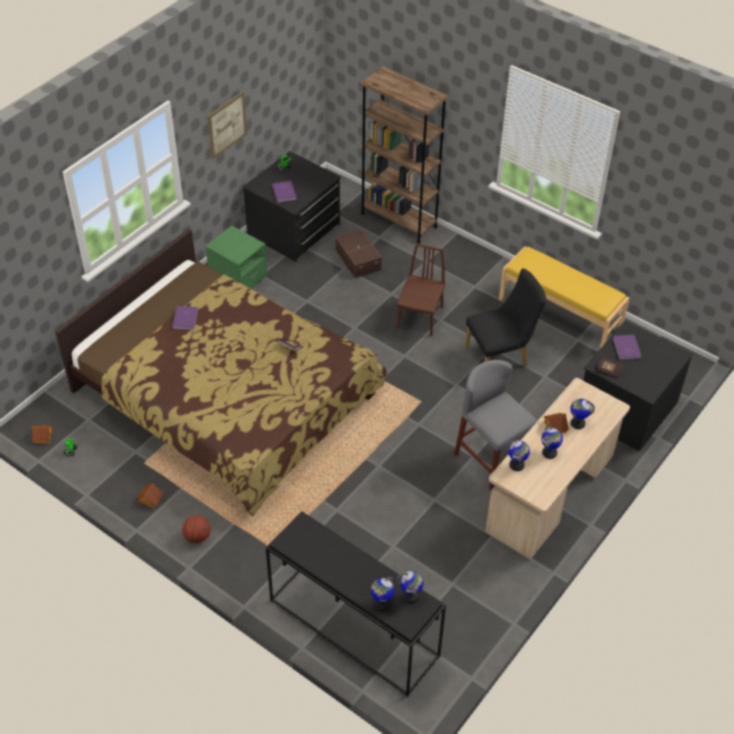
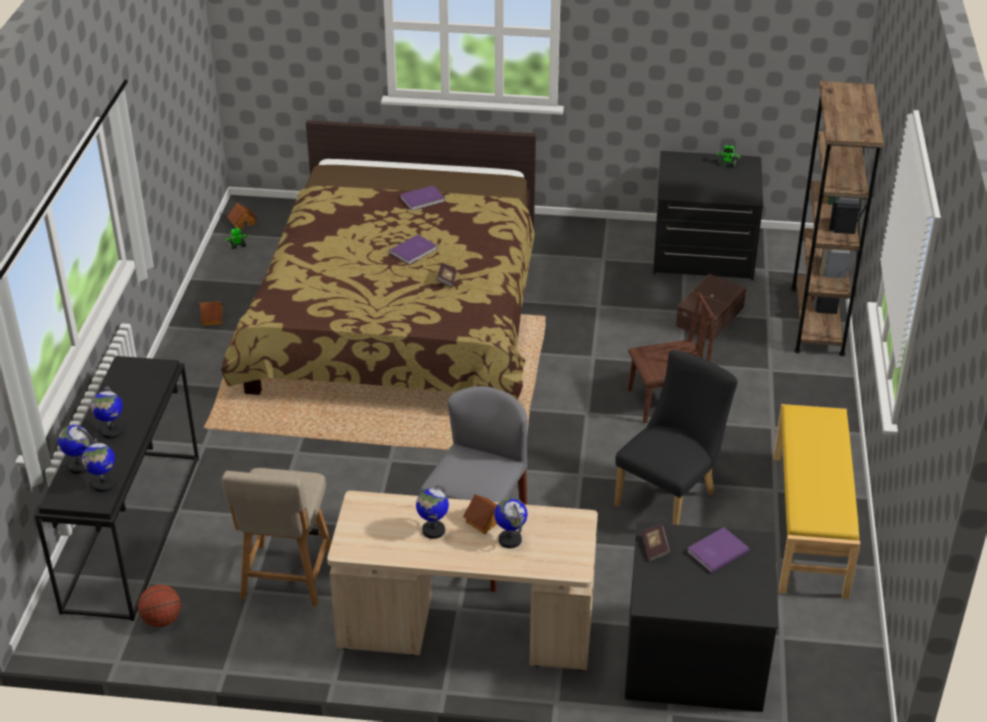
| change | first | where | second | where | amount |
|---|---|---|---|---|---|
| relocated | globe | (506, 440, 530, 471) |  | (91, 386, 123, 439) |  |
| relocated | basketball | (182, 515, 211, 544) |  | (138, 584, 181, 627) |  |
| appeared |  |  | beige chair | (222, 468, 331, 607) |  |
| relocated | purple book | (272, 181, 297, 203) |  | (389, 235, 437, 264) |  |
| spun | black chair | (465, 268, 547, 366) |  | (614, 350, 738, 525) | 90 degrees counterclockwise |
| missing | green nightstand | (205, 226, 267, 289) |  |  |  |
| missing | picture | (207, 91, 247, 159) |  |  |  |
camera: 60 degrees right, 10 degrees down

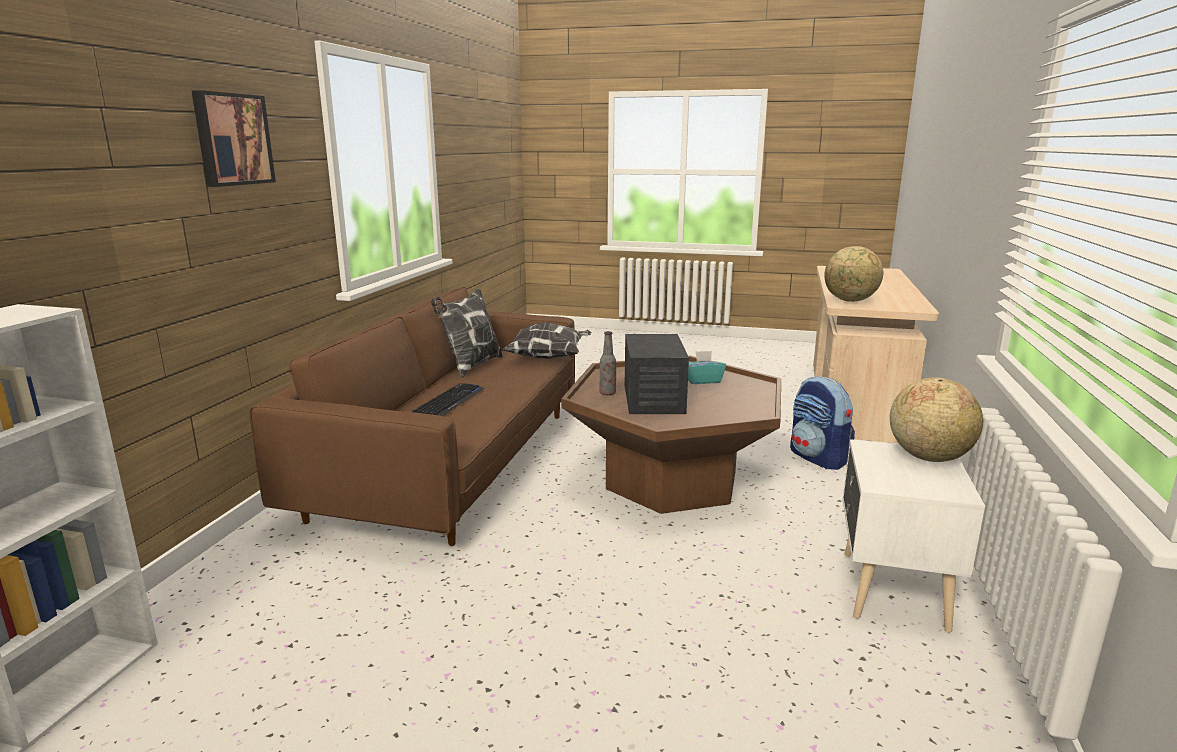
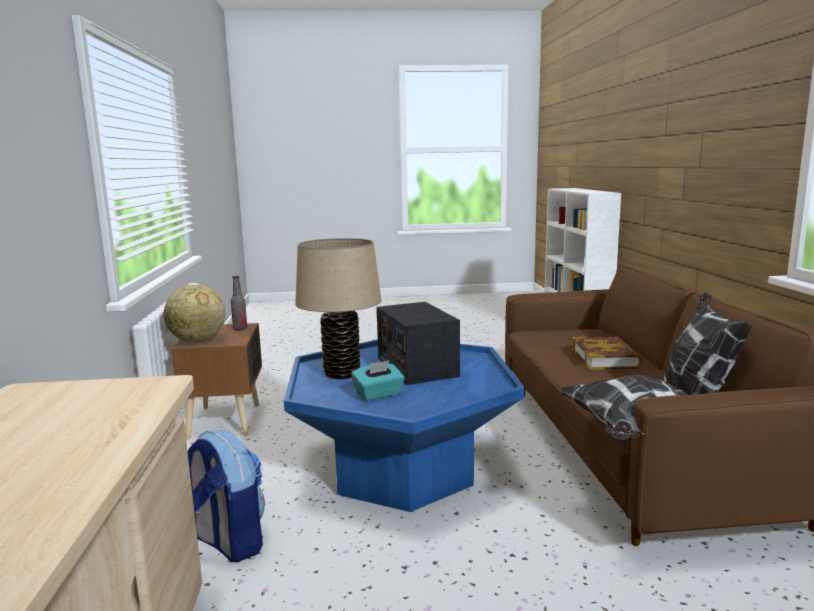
| change | first | where | second | where | amount |
|---|---|---|---|---|---|
| colour | white nightstand | (843, 439, 985, 632) | brown nightstand | (171, 323, 262, 439) |  |
| relocated | bottle | (600, 331, 616, 395) |  | (231, 276, 247, 330) |  |
| colour | brown coffee table | (561, 356, 781, 514) | blue coffee table | (284, 339, 525, 512) |  |
| appeared |  |  | beige table lamp | (295, 238, 381, 379) |  |
| exchanged | keyboard | (412, 383, 484, 416) | book | (572, 337, 643, 370) |  |
| missing | picture | (192, 90, 276, 187) |  |  |  |
| missing | globe | (825, 246, 883, 302) |  |  |  |
camera: 160 degrees right, 5 degrees down

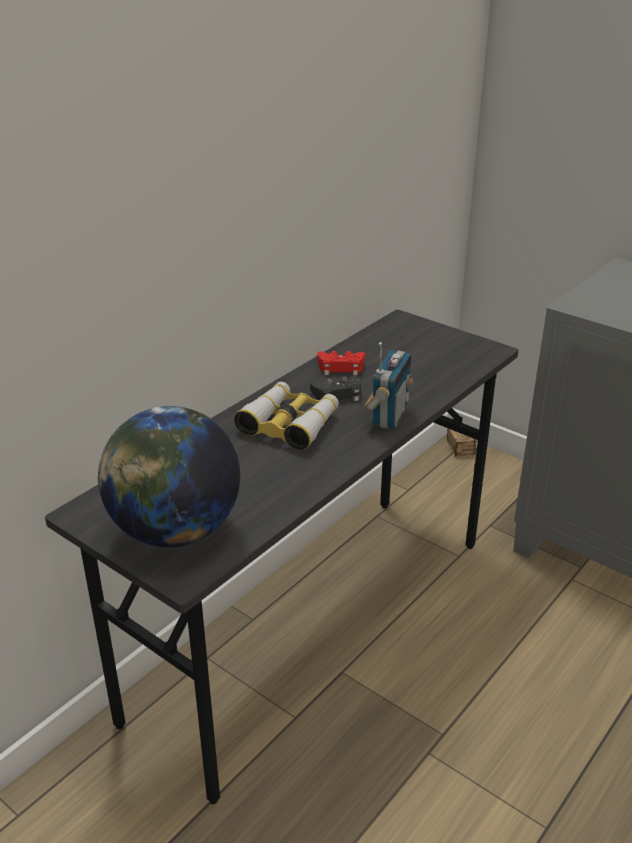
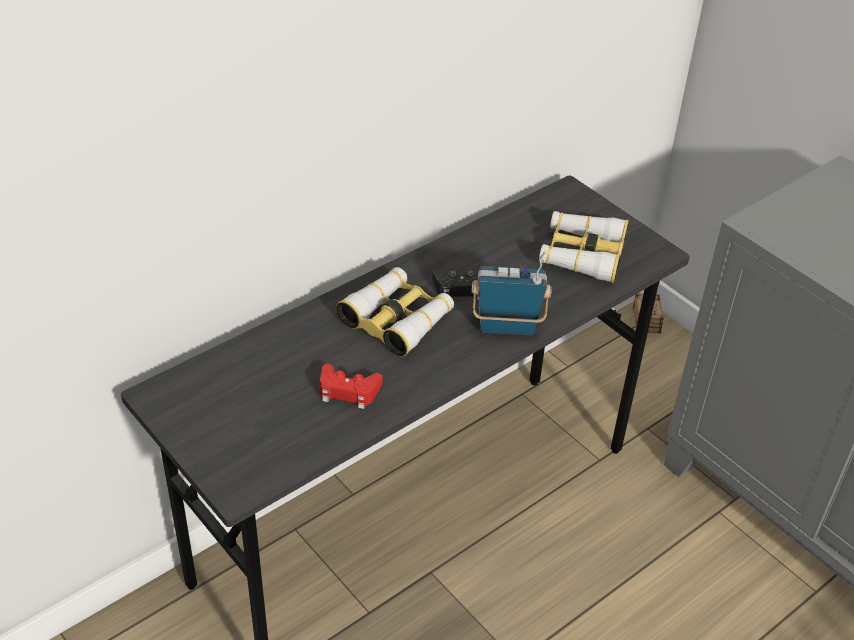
| change | first | where | second | where | amount |
|---|---|---|---|---|---|
| relocated | red game controller | (317, 351, 365, 375) |  | (320, 364, 383, 409) |  |
| spun | radio | (364, 342, 414, 429) |  | (471, 251, 552, 335) | 120 degrees counterclockwise |
| appeared |  |  | binoculars | (539, 211, 629, 283) |  |
| missing | globe | (98, 406, 240, 547) |  |  |  |
camera: 10 degrees right, 10 degrees up

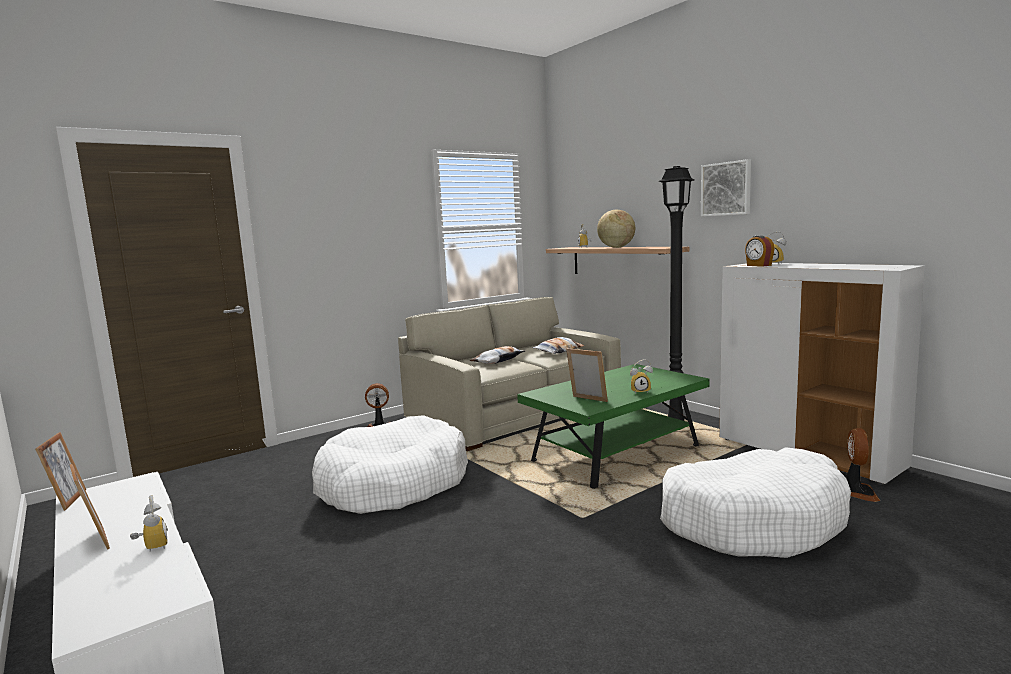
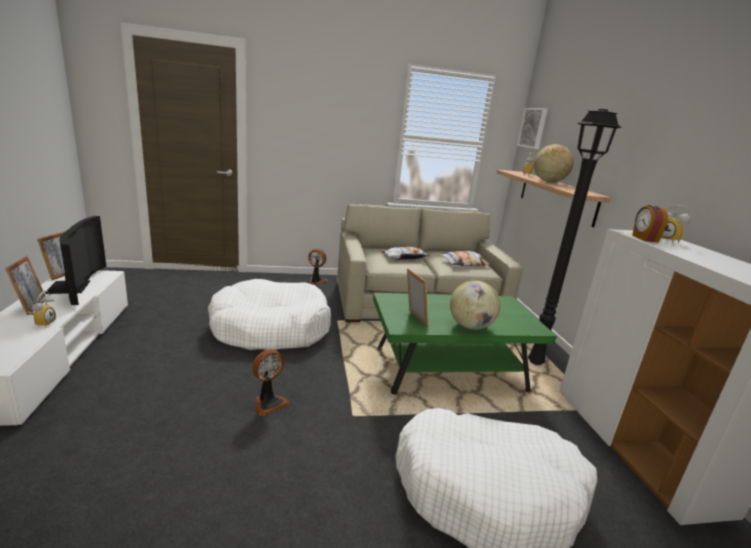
| change | first | where | second | where | amount |
|---|---|---|---|---|---|
| appeared |  |  | television | (45, 216, 106, 305) |  |
| relocated | fan | (846, 428, 880, 502) |  | (252, 349, 289, 416) |  |
| exchanged | alarm clock | (630, 359, 653, 394) | globe | (450, 280, 500, 330) |  |
| relocated | picture | (701, 159, 751, 216) |  | (517, 108, 548, 149) |  |
camera: 25 degrees right, 10 degrees up

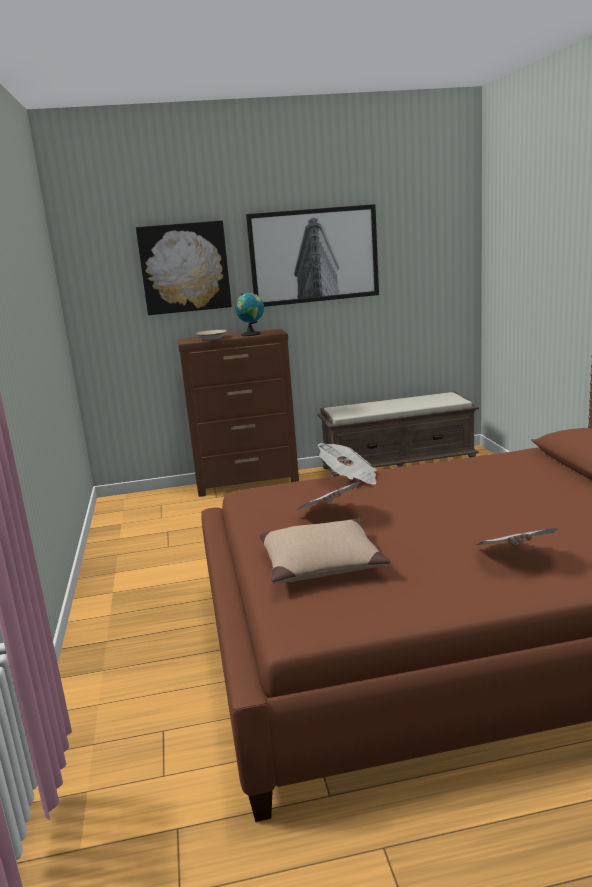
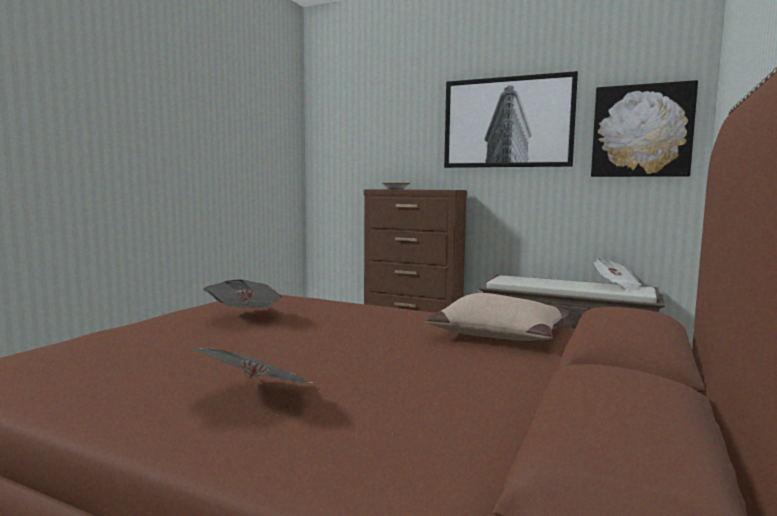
| change | first | where | second | where | amount |
|---|---|---|---|---|---|
| relocated | beige pillow | (260, 519, 391, 584) |  | (425, 293, 570, 341) |  |
| relocated | picture | (136, 220, 232, 315) |  | (591, 80, 698, 177) |  |
| relocated | newspaper | (318, 443, 377, 485) |  | (594, 258, 642, 291) |  |
| missing | globe | (235, 293, 264, 336) |  |  |  |
camera: 35 degrees right, 10 degrees down

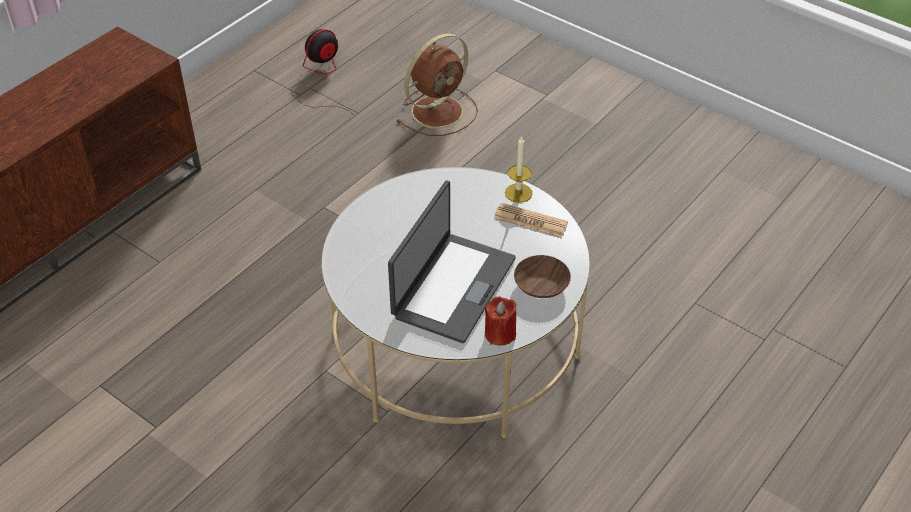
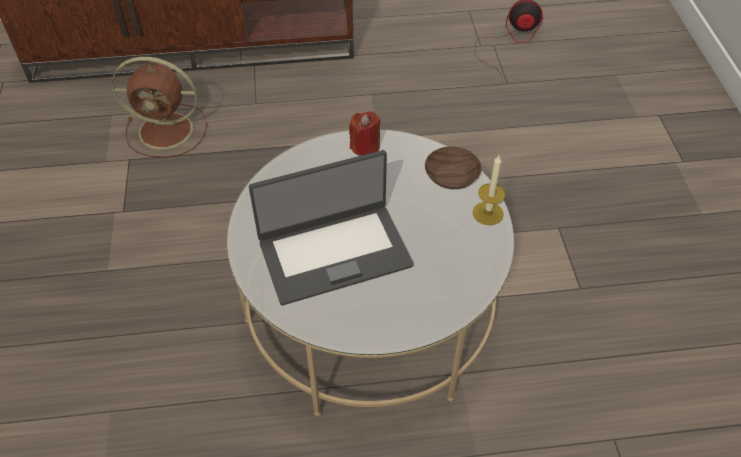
| change | first | where | second | where | amount |
|---|---|---|---|---|---|
| relocated | brown fan | (396, 33, 478, 136) |  | (112, 57, 207, 158) |  |
| relocated | red candle | (485, 297, 516, 345) |  | (349, 111, 381, 156) |  |
| relocated | brown bowl | (514, 255, 571, 298) |  | (425, 146, 481, 189) |  |
| missing | newspaper | (494, 203, 568, 237) |  |  |  |
camera: 45 degrees right, 5 degrees up

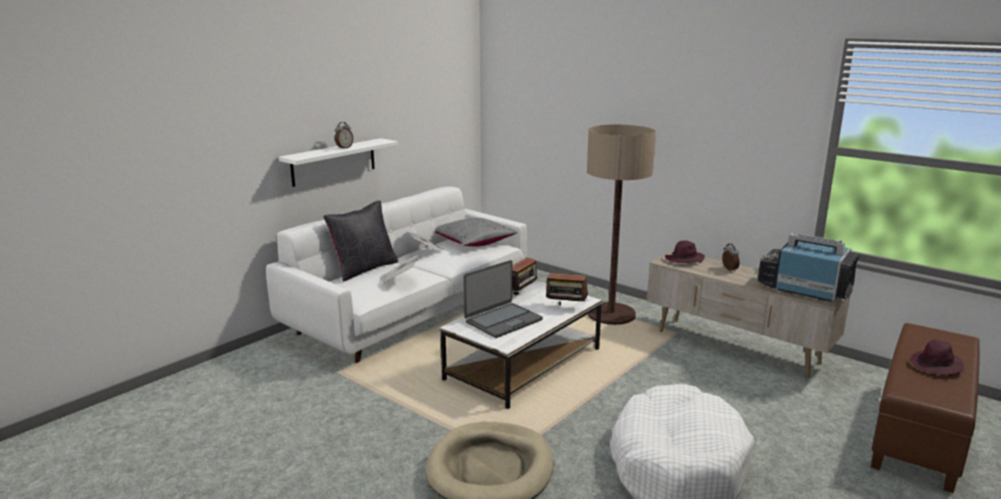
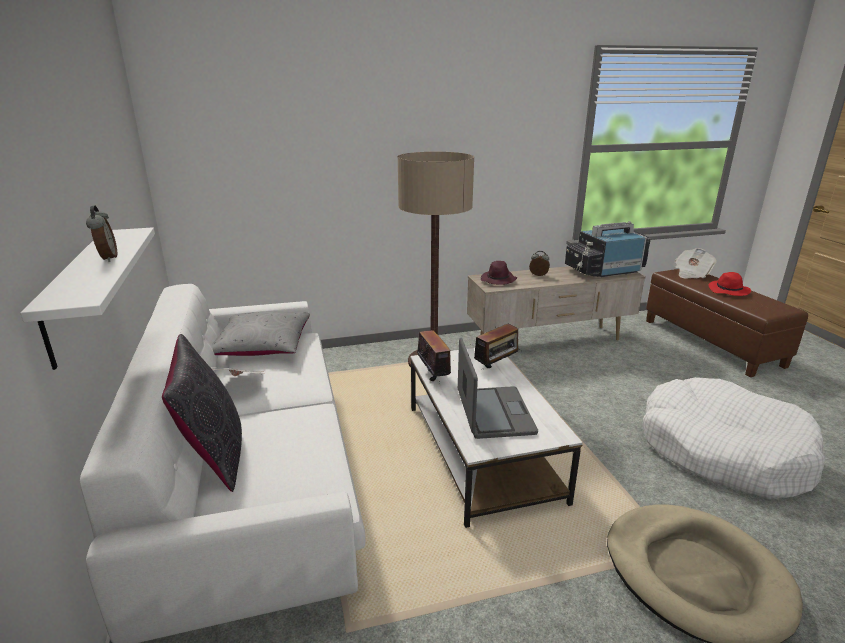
| change | first | where | second | where | amount |
|---|---|---|---|---|---|
| relocated | newspaper | (380, 255, 421, 283) |  | (675, 248, 717, 279) |  |
| colour | purple hat | (909, 340, 964, 375) | red hat | (709, 272, 751, 296) |  |
camera: 55 degrees left, 5 degrees up

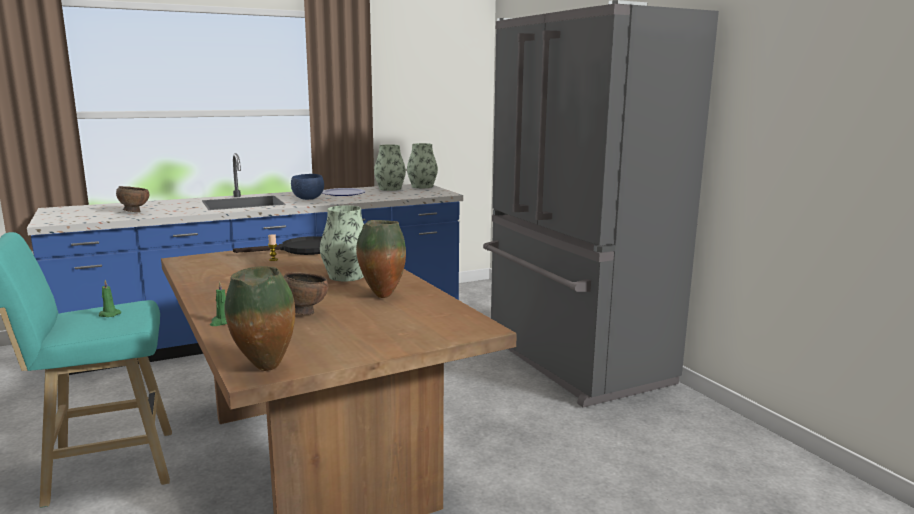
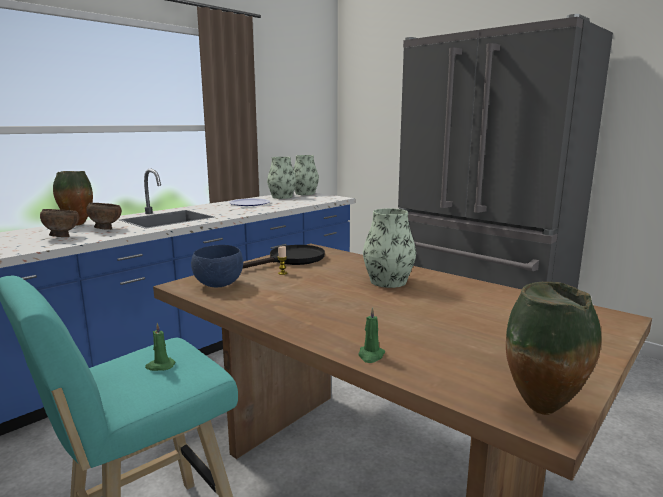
| change | first | where | second | where | amount |
|---|---|---|---|---|---|
| relocated | vase | (356, 220, 406, 298) |  | (53, 171, 93, 226) |  |
| relocated | brown bowl | (284, 272, 329, 315) |  | (86, 203, 122, 230) |  |
| relocated | blue bowl | (291, 174, 324, 200) |  | (191, 245, 243, 288) |  |
camera: 20 degrees left, 0 degrees up

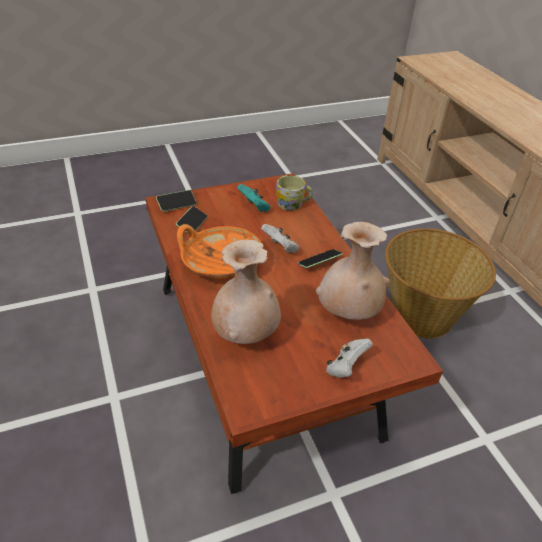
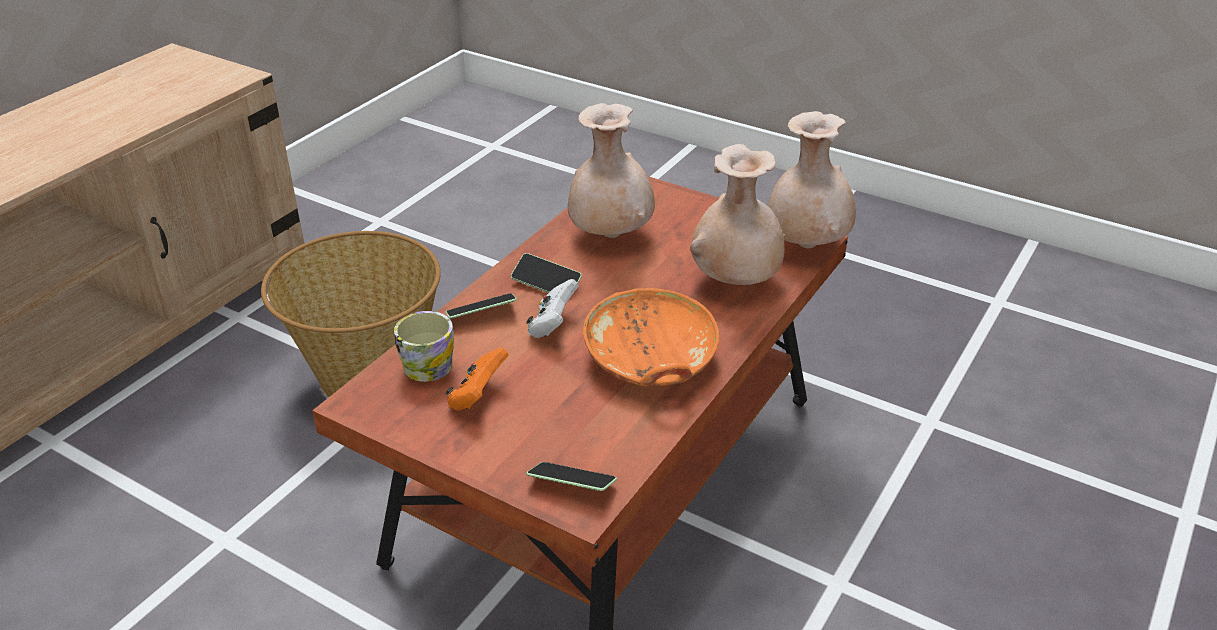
| change | first | where | second | where | amount |
|---|---|---|---|---|---|
| relocated | phone | (176, 206, 208, 234) |  | (446, 293, 517, 319) |  |
| colour | turquoise game controller | (237, 184, 270, 212) | orange game controller | (446, 347, 509, 411) |  |
| appeared |  |  | beige vase | (767, 111, 856, 248) |  |
| missing | white game controller | (326, 338, 373, 378) |  |  |  |
camera: 125 degrees left, 5 degrees down

